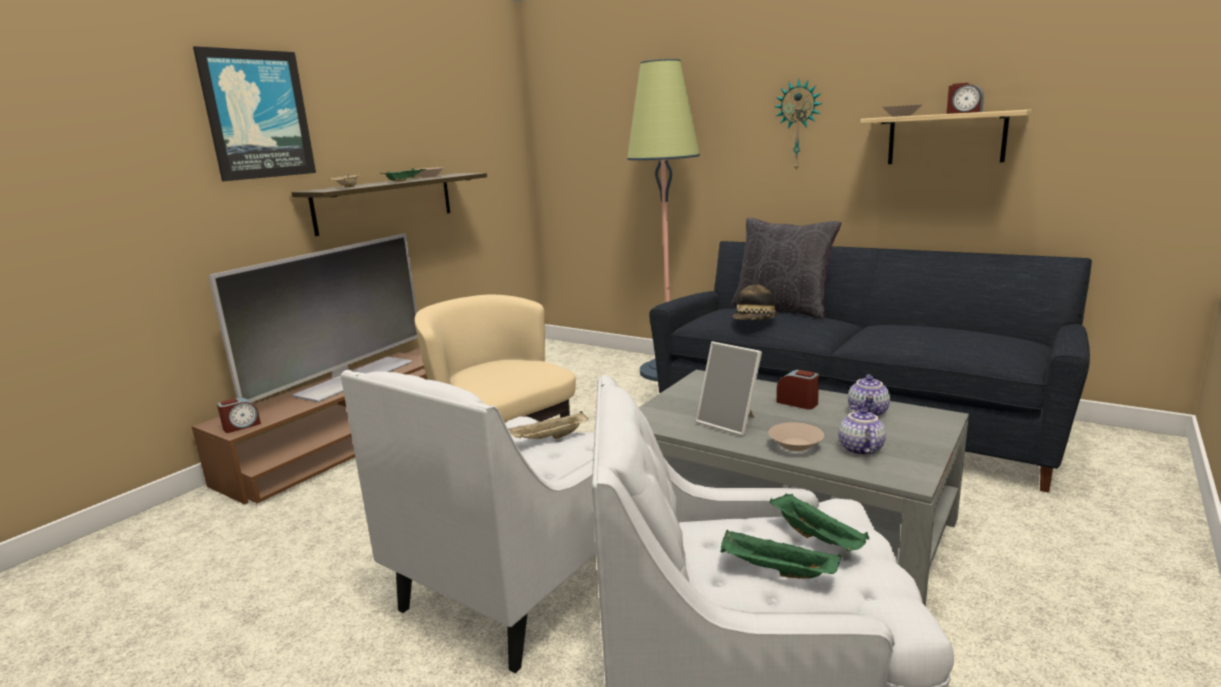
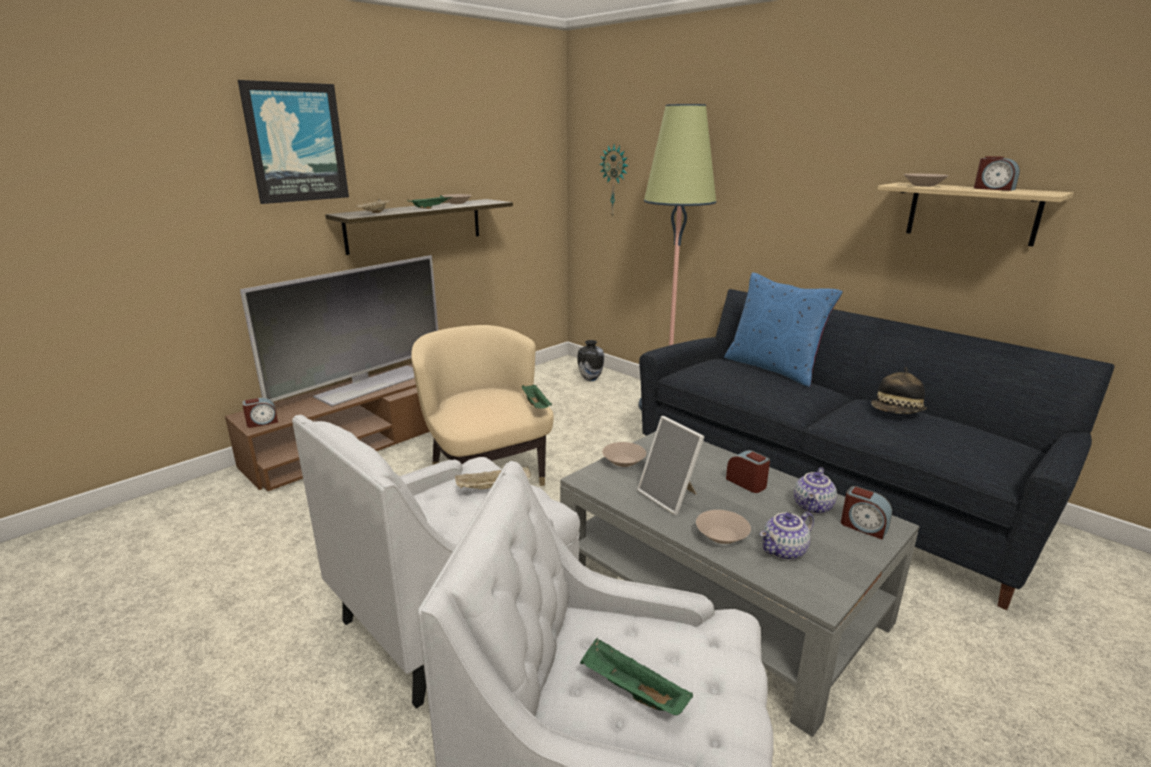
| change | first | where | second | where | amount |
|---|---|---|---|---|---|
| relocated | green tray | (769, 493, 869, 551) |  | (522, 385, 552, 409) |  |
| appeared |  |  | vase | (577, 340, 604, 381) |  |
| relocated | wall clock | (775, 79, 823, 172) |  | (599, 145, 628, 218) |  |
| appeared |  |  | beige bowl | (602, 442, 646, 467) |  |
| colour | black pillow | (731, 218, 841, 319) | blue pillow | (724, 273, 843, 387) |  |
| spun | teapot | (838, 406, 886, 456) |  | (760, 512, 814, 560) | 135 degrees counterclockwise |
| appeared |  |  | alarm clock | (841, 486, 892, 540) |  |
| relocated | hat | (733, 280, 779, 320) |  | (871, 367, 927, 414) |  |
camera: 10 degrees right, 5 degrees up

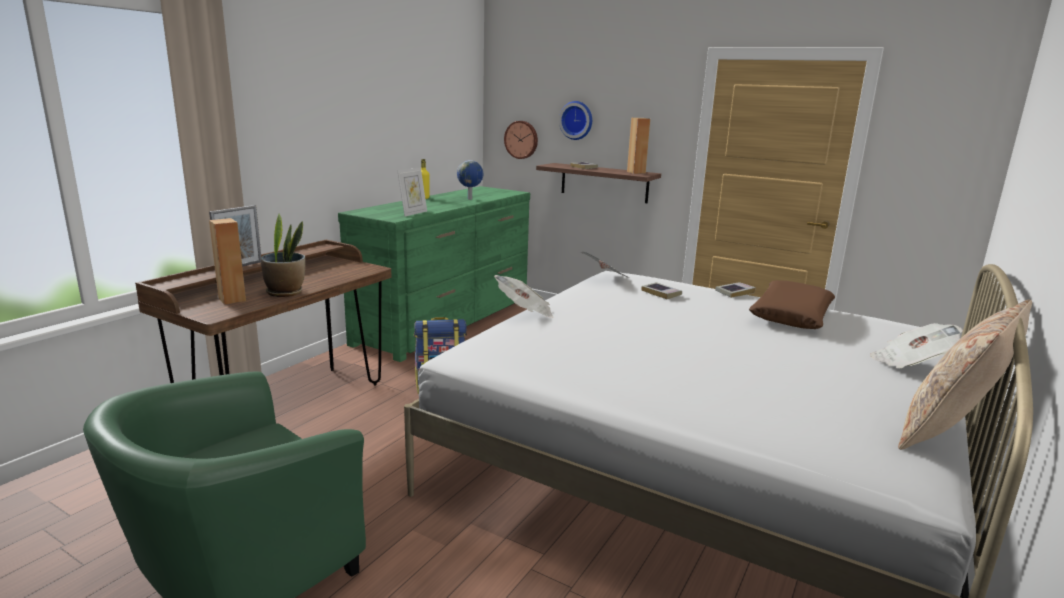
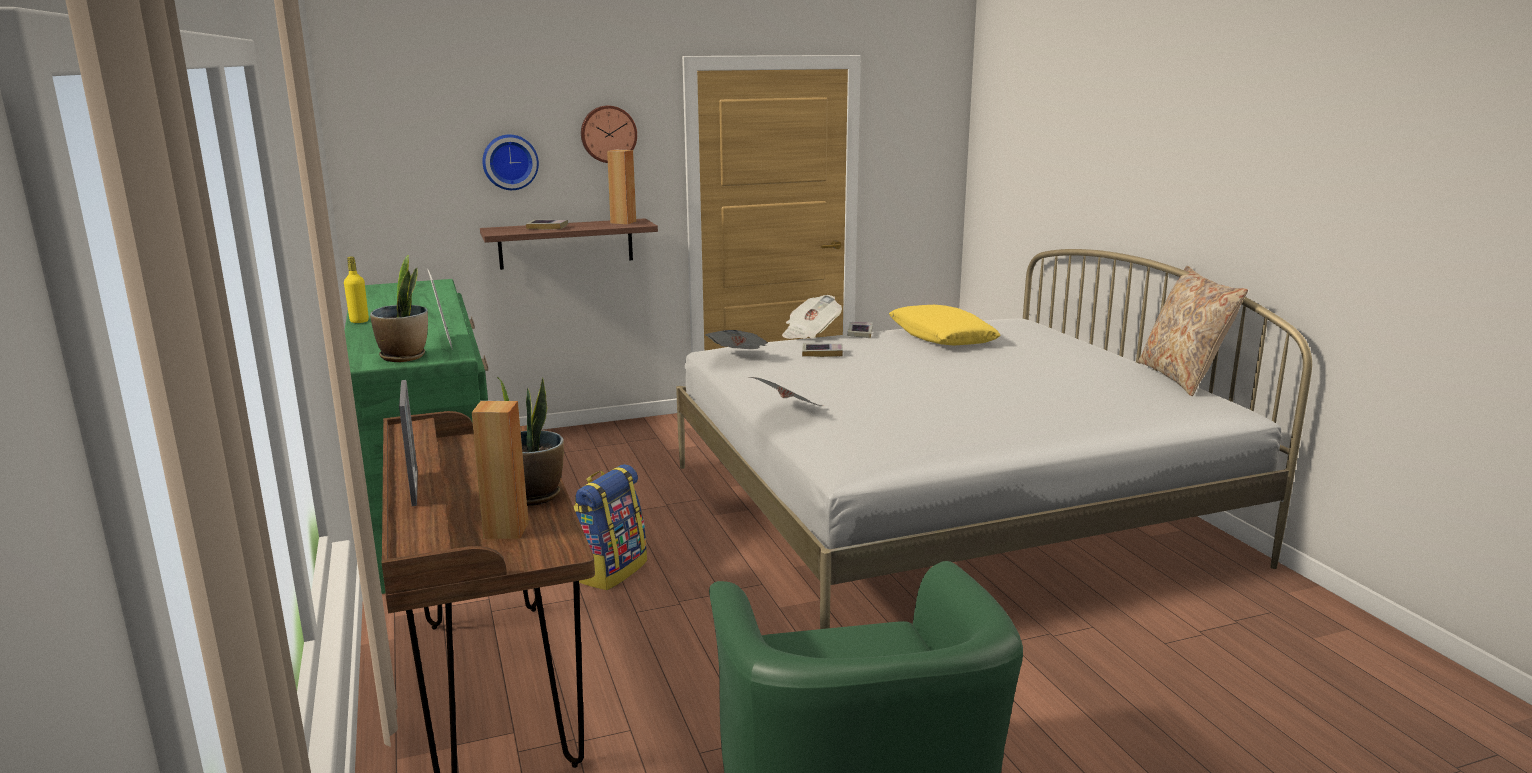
| change | first | where | second | where | amount |
|---|---|---|---|---|---|
| appeared |  |  | potted plant | (370, 255, 428, 362) |  |
| relocated | wall clock | (504, 121, 538, 159) |  | (581, 105, 637, 163) |  |
| relocated | newspaper | (870, 323, 963, 369) |  | (782, 295, 842, 339) |  |
| colour | brown pillow | (749, 280, 835, 329) | yellow pillow | (889, 305, 1000, 345) |  |
| missing | globe | (457, 160, 483, 200) |  |  |  |
camera: 50 degrees left, 0 degrees up

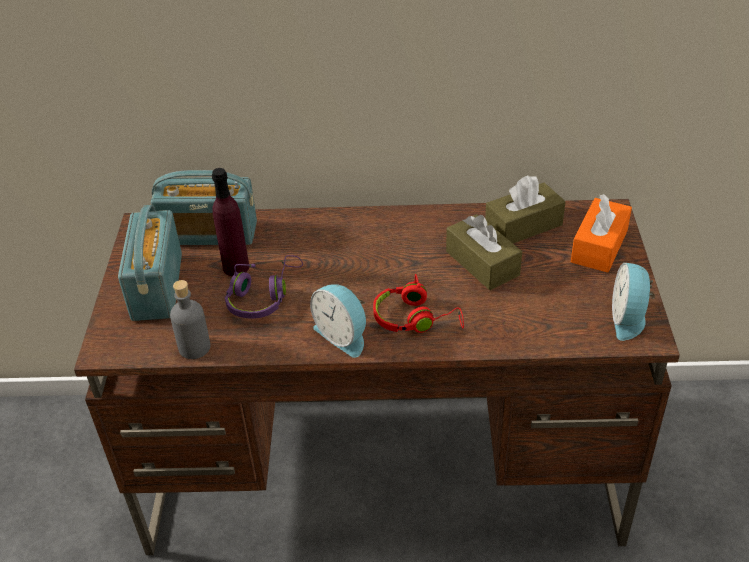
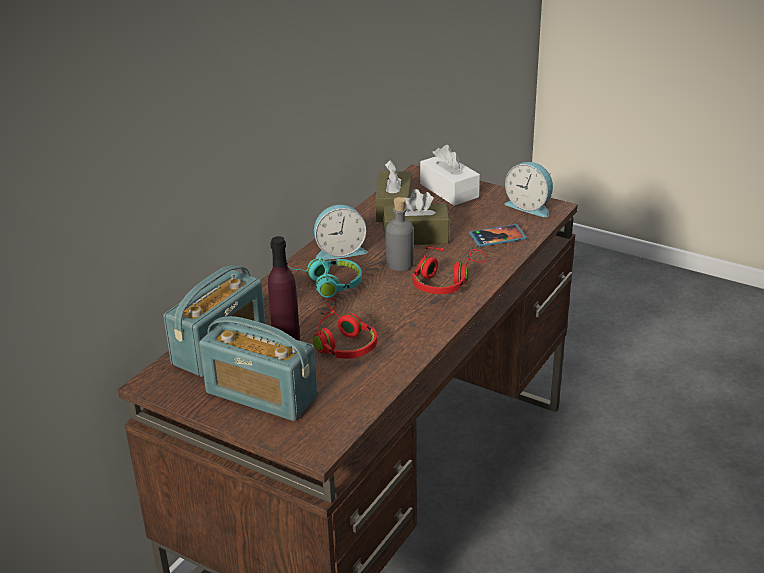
| change | first | where | second | where | amount |
|---|---|---|---|---|---|
| appeared |  |  | turquoise headphones | (288, 257, 362, 297) |  |
| colour | purple headphones | (225, 255, 303, 319) | red headphones | (313, 298, 377, 359) |  |
| relocated | alarm clock | (310, 284, 366, 358) |  | (314, 205, 367, 260) |  |
| relocated | grey bottle | (170, 280, 210, 359) |  | (386, 197, 414, 271) |  |
| colour | orange tissue box | (571, 194, 632, 273) | white tissue box | (420, 145, 480, 206) |  |
| appeared |  |  | phone | (469, 224, 527, 247) |  |
camera: 60 degrees left, 10 degrees down

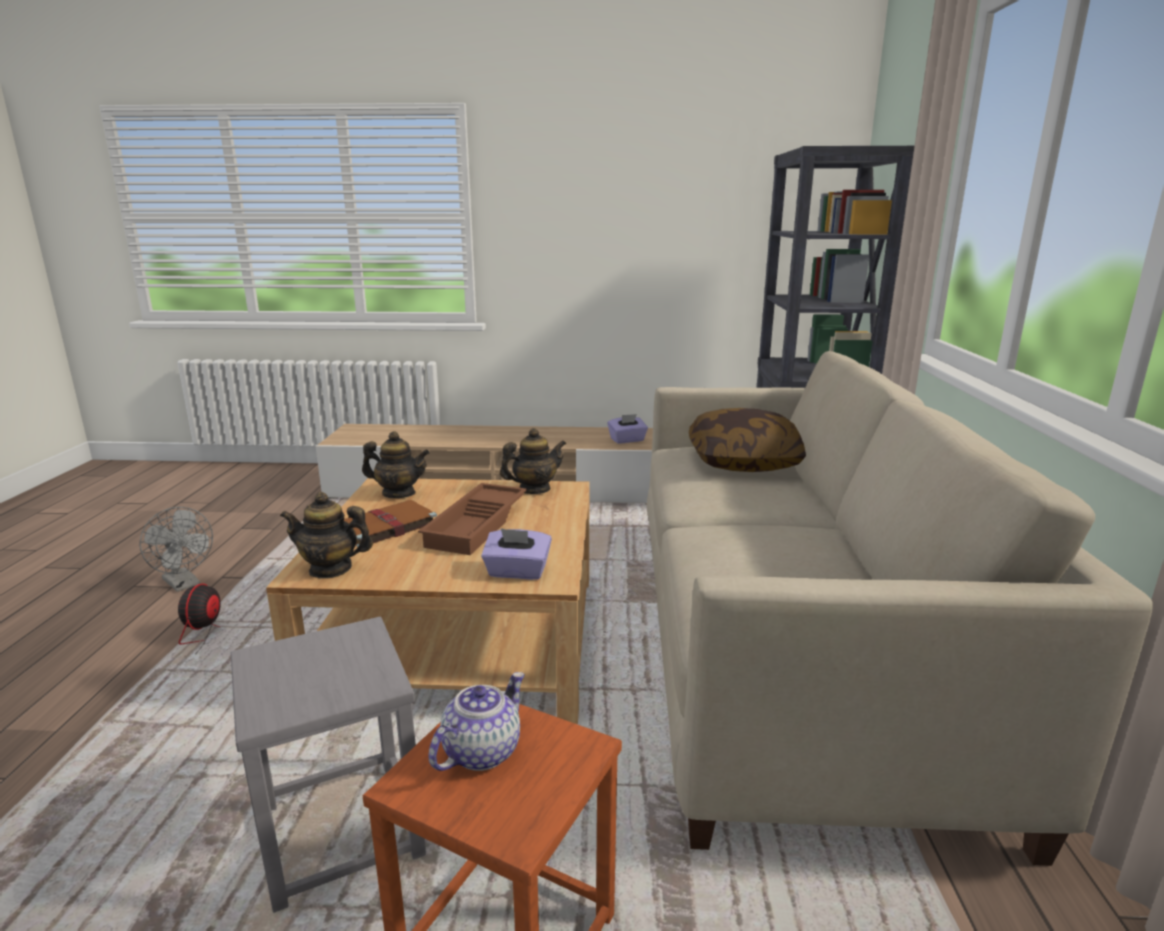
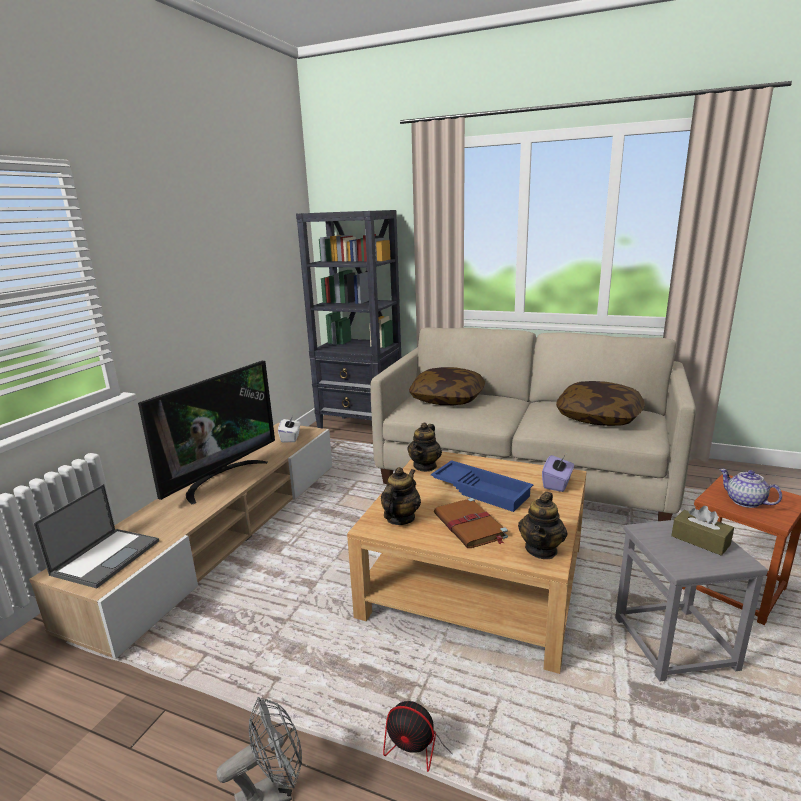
| change | first | where | second | where | amount |
|---|---|---|---|---|---|
| appeared |  |  | laptop | (33, 484, 159, 588) |  |
| appeared |  |  | television | (138, 361, 275, 504) |  |
| colour | purple tissue box | (607, 414, 648, 444) | white tissue box | (278, 416, 300, 443) |  |
| spun | teapot | (500, 428, 566, 494) |  | (407, 422, 442, 472) | 150 degrees counterclockwise |
| colour | brown tray | (418, 483, 527, 555) | blue tray | (431, 460, 533, 512) |  |
| appeared |  |  | pillow | (556, 381, 645, 426) |  |
| appeared |  |  | brown tissue box | (671, 506, 734, 556) |  |
camera: 70 degrees left, 0 degrees up

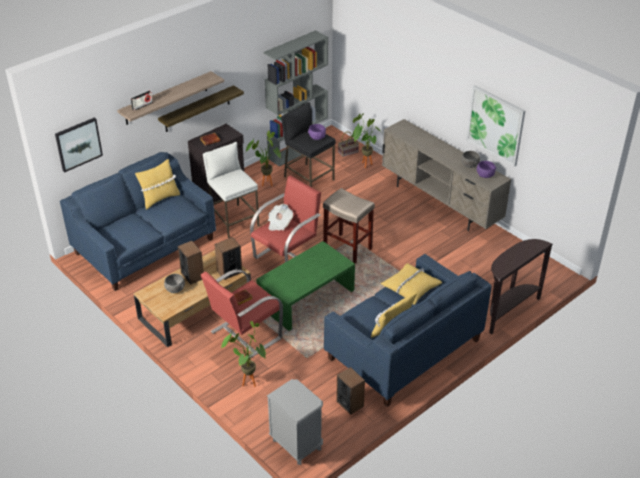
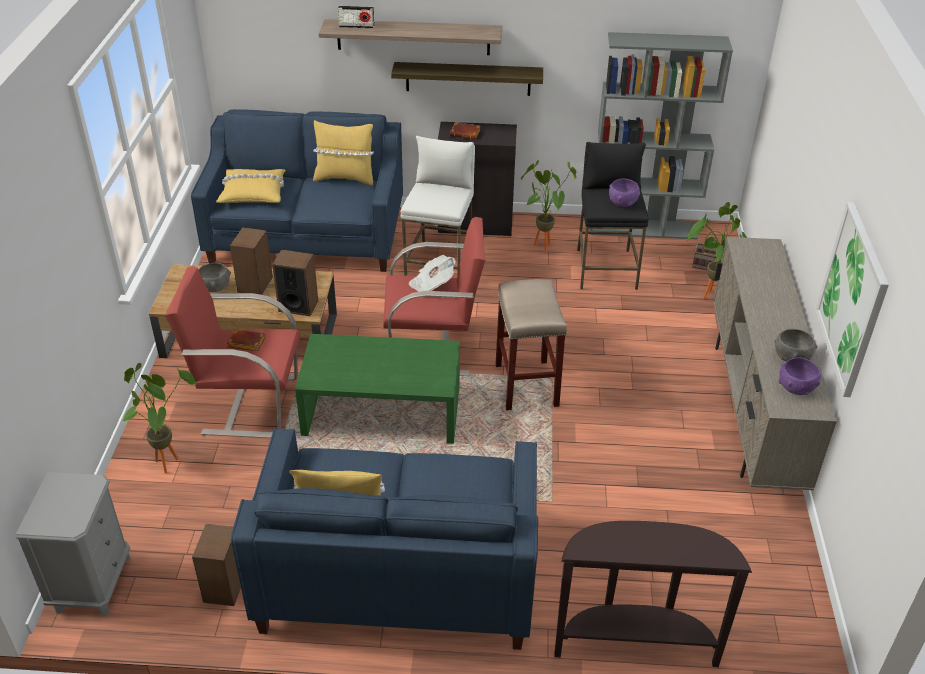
| change | first | where | second | where | amount |
|---|---|---|---|---|---|
| relocated | yellow pillow | (380, 263, 442, 305) |  | (216, 169, 286, 203) |  |
| missing | picture | (55, 117, 103, 173) |  |  |  |
camera: 45 degrees right, 0 degrees up

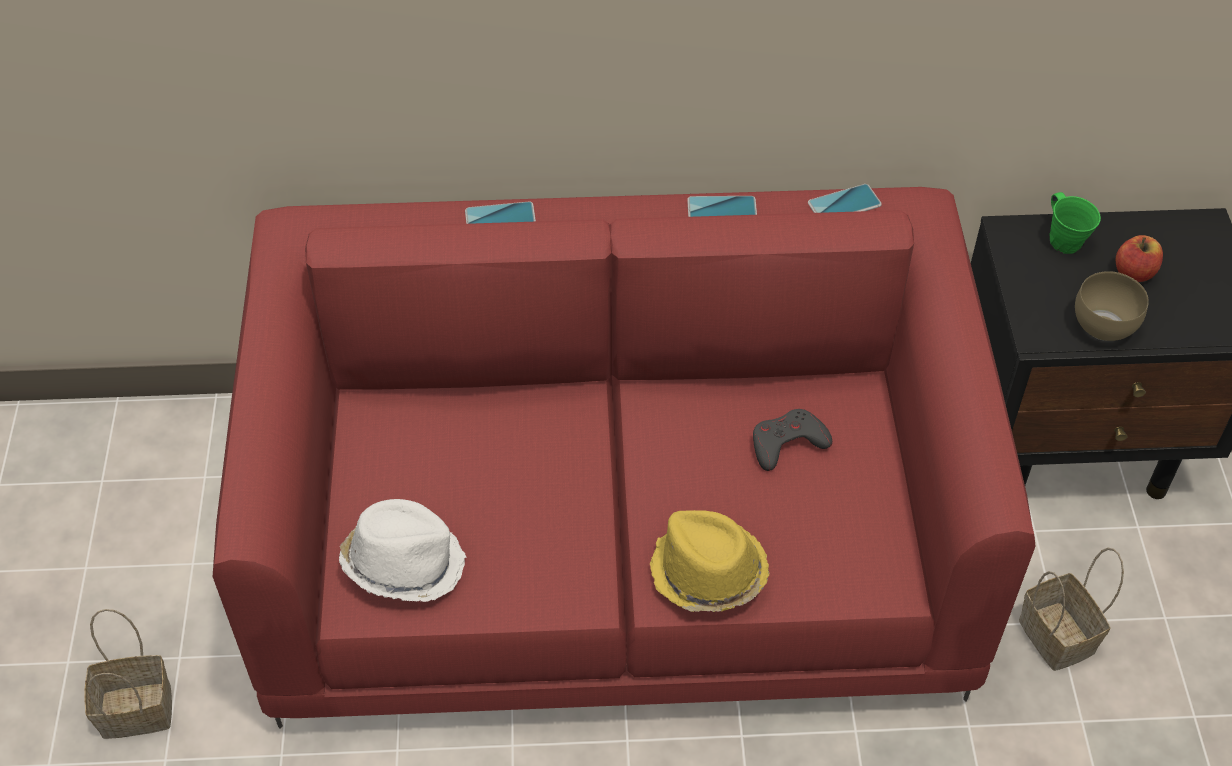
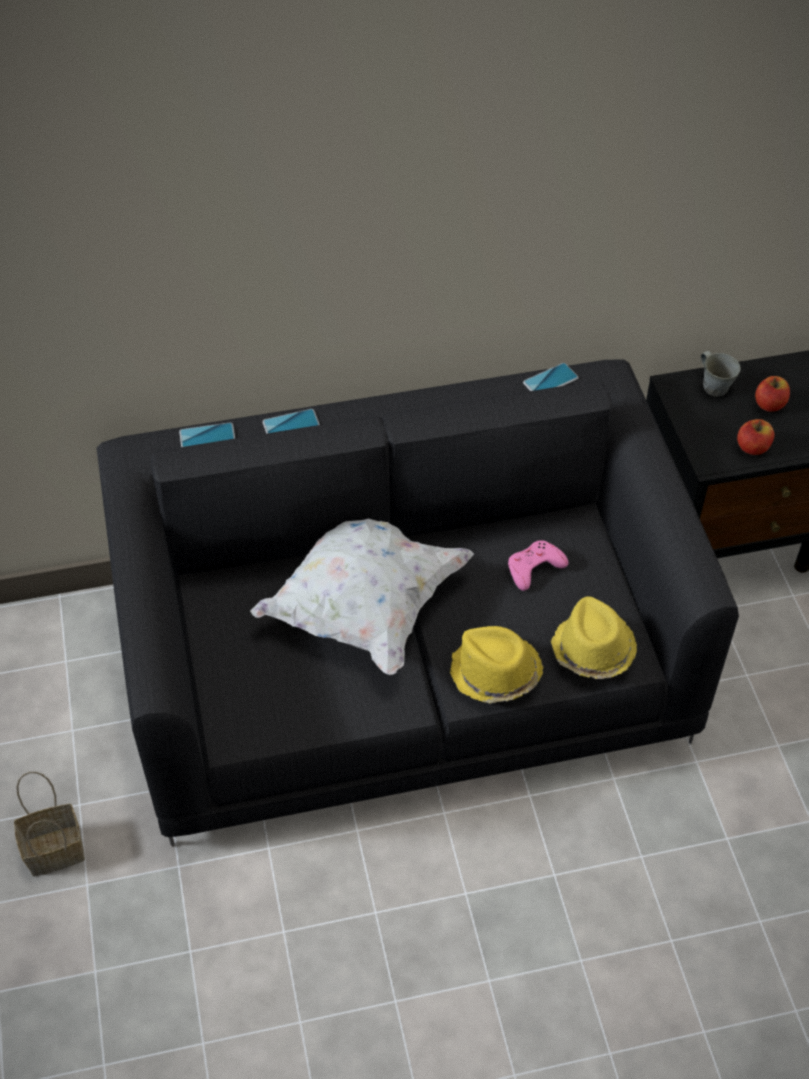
| change | first | where | second | where | amount |
|---|---|---|---|---|---|
| colour | red sofa | (213, 187, 1036, 729) | black sofa | (97, 359, 739, 847) |  |
| relocated | phone | (687, 196, 757, 217) |  | (179, 423, 235, 447) |  |
| appeared |  |  | white pillow | (250, 519, 474, 675) |  |
| colour | grey game controller | (753, 409, 832, 471) | pink game controller | (508, 540, 568, 591) |  |
| appeared |  |  | yellow hat | (551, 596, 637, 679) |  |
| colour | green mug | (1049, 192, 1101, 254) | grey mug | (701, 351, 741, 397) |  |
| exchanged | brown bowl | (1075, 271, 1149, 341) | apple | (737, 419, 774, 455) |  |
| missing | white hat | (339, 499, 467, 602) |  |  |  |
| missing | basket | (1019, 548, 1124, 671) |  |  |  |
camera: 10 degrees left, 0 degrees up

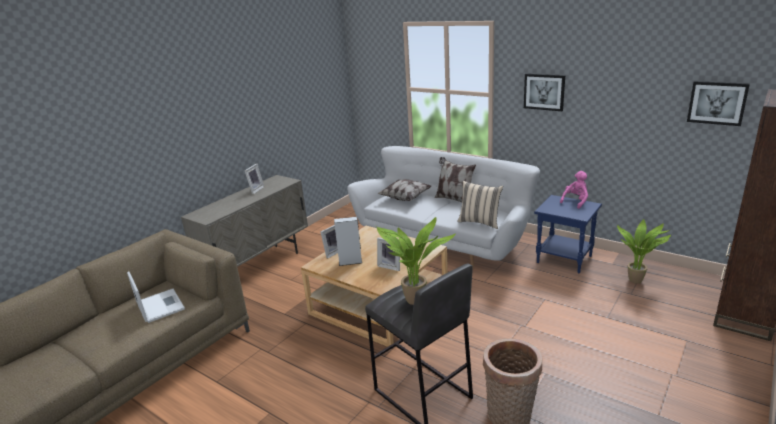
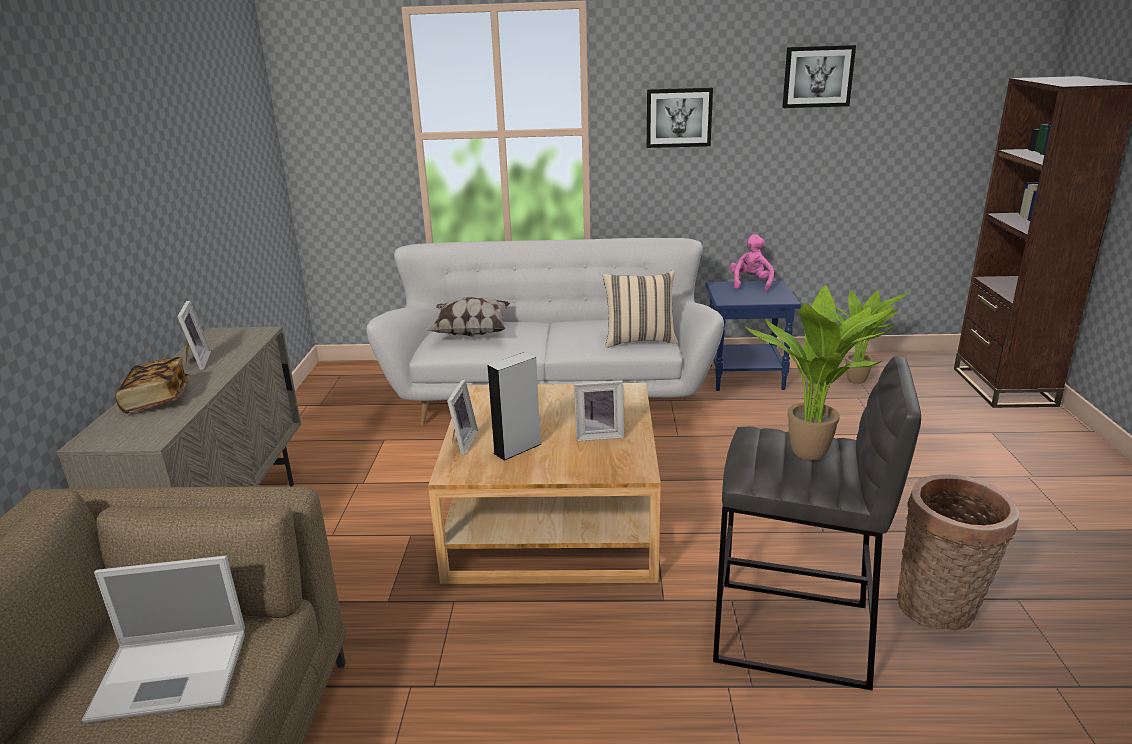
| change | first | where | second | where | amount |
|---|---|---|---|---|---|
| spun | laptop | (127, 271, 185, 323) |  | (82, 556, 245, 723) | 150 degrees clockwise |
| appeared |  |  | book | (115, 357, 189, 414) |  |
| relocated | picture | (687, 81, 750, 126) |  | (782, 45, 856, 108) |  |
| missing | pillow | (435, 157, 476, 202) |  |  |  |
camera: 35 degrees left, 0 degrees up

